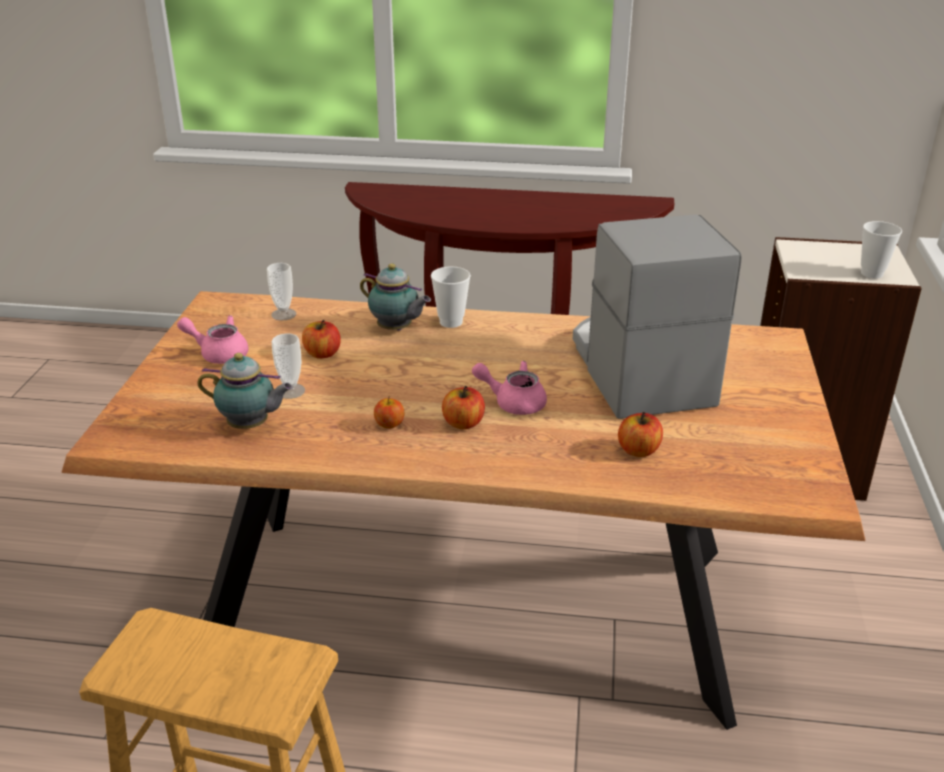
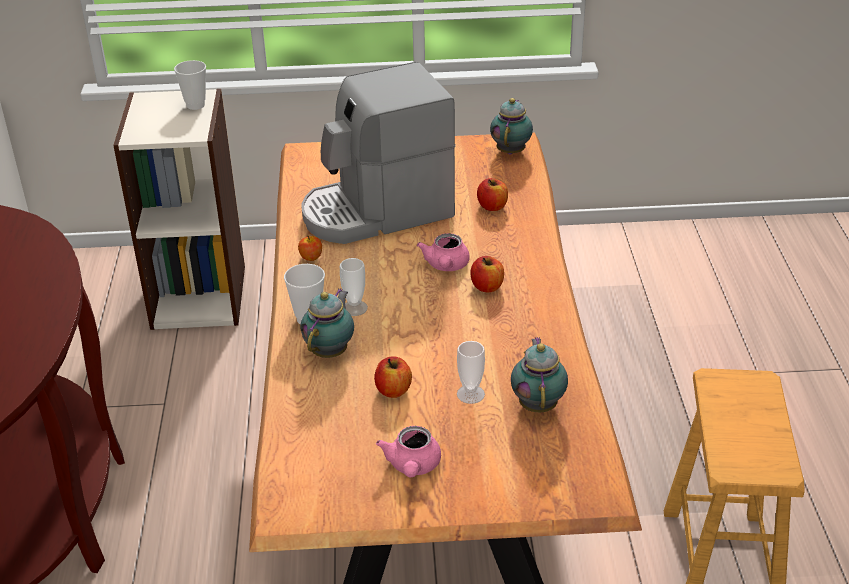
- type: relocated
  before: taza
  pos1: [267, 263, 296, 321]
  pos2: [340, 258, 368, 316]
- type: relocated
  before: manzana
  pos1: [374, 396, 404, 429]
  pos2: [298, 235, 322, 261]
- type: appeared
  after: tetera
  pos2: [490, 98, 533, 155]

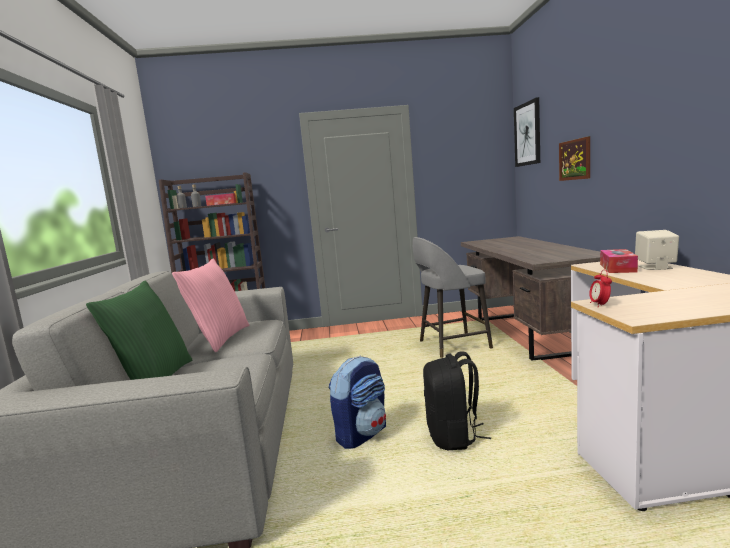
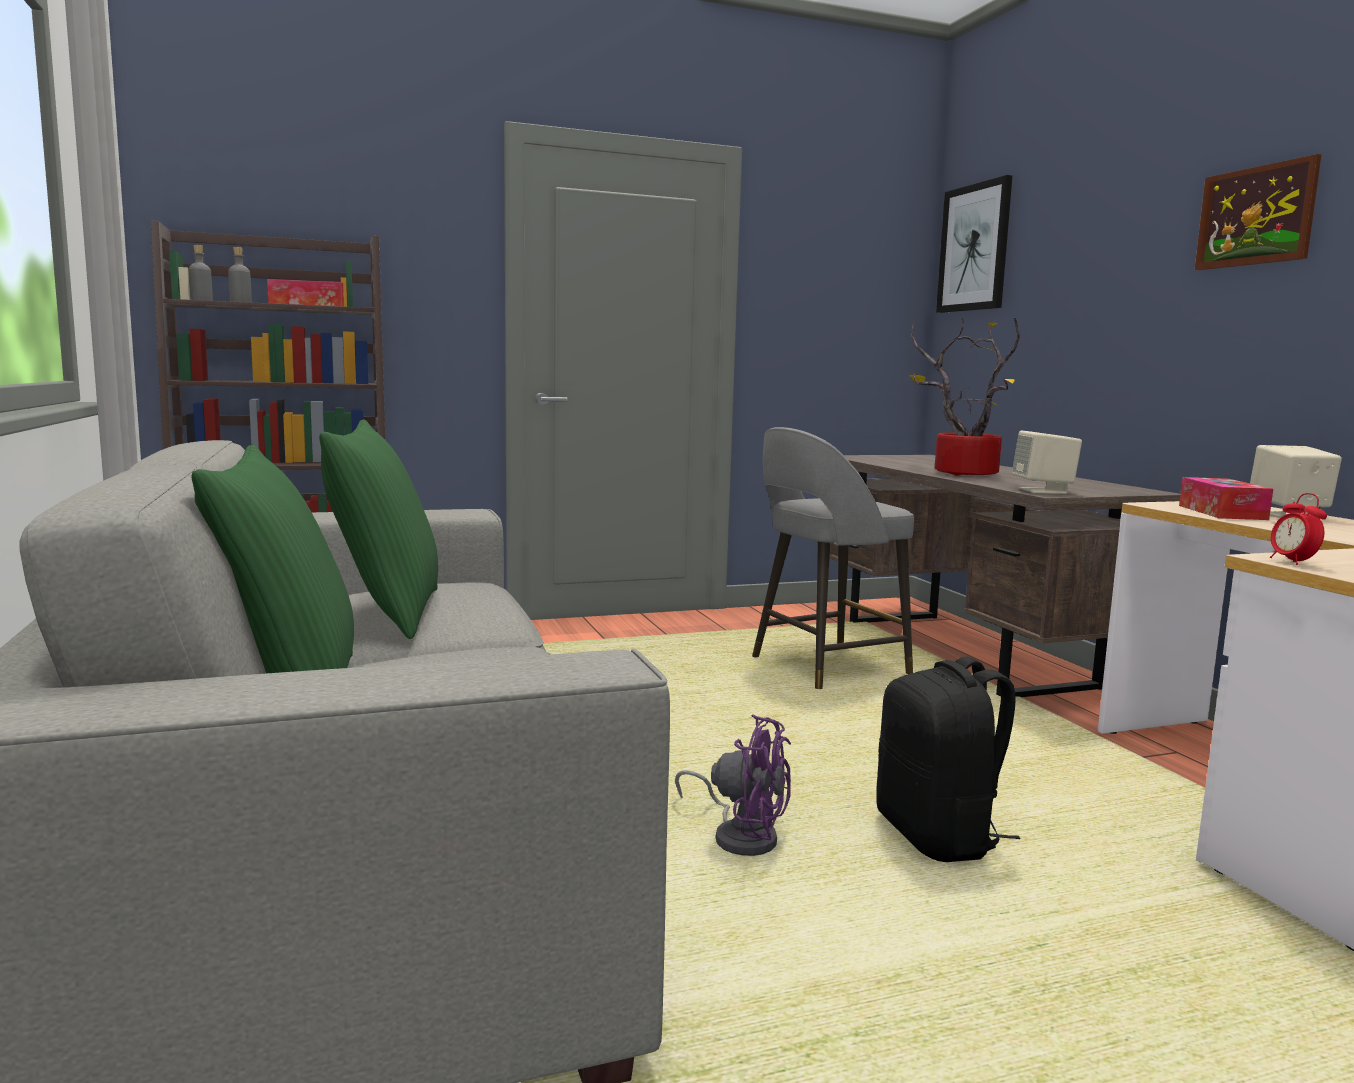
- type: relocated
  before: cuadro
  pos1: [559, 136, 590, 181]
  pos2: [1195, 154, 1321, 270]
- type: colour
  before: cojín/rosa
  after: cojín/verde
  pos1: [172, 258, 249, 352]
  pos2: [319, 419, 438, 639]
- type: exchanged
  before: mochila
  after: ventilador/morado
  pos1: [329, 356, 386, 449]
  pos2: [675, 714, 791, 856]
- type: appeared
  after: planta en maceta
  pos2: [909, 317, 1020, 476]
- type: appeared
  after: altavoz/beis
  pos2: [1012, 431, 1082, 494]

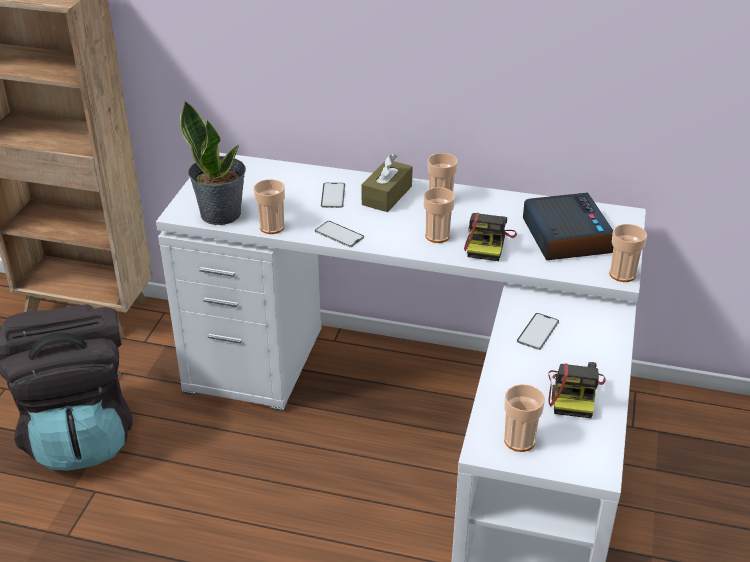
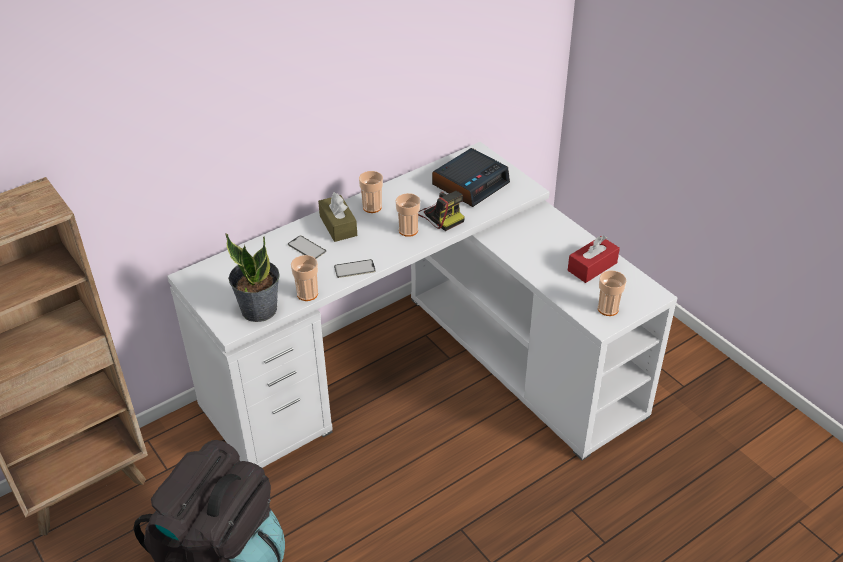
- type: spun
  before: despertador
  pos1: [523, 193, 614, 260]
  pos2: [432, 148, 510, 207]
  turn: 105
- type: missing
  before: taza
  pos1: [609, 224, 647, 282]
- type: missing
  before: móvil
  pos1: [517, 313, 559, 350]
- type: exchanged
  before: cámara
  after: caja de pañuelos/rojo
  pos1: [548, 362, 606, 418]
  pos2: [568, 235, 620, 283]

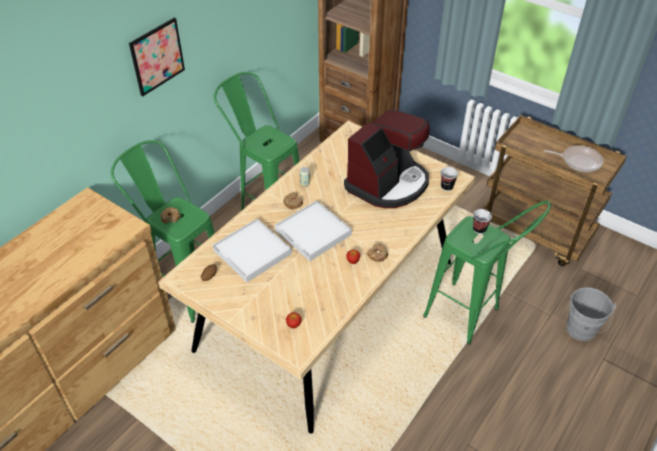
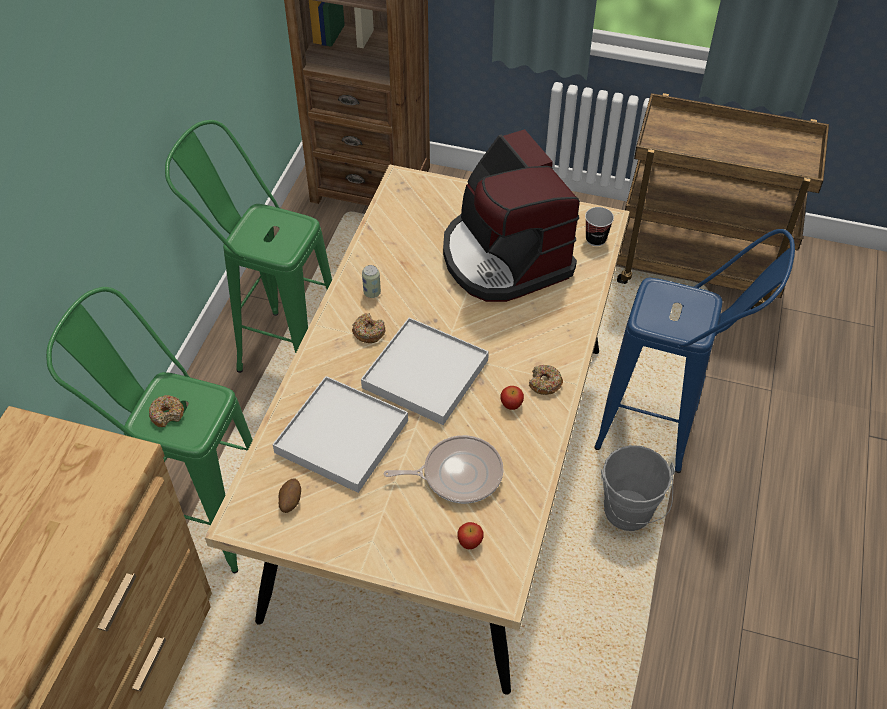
- type: missing
  before: cuadro
  pos1: [129, 18, 185, 96]
- type: spun
  before: cafetera
  pos1: [344, 110, 430, 208]
  pos2: [443, 129, 580, 302]
  turn: 135
- type: relocated
  before: sartén
  pos1: [544, 145, 604, 172]
  pos2: [384, 435, 503, 504]
- type: colour
  before: taburete/verde
  after: taburete/azul
  pos1: [423, 201, 551, 345]
  pos2: [594, 229, 795, 473]
- type: missing
  before: taza
  pos1: [473, 209, 492, 234]
- type: relocated
  before: cubo/gris
  pos1: [566, 287, 616, 341]
  pos2: [601, 445, 675, 531]

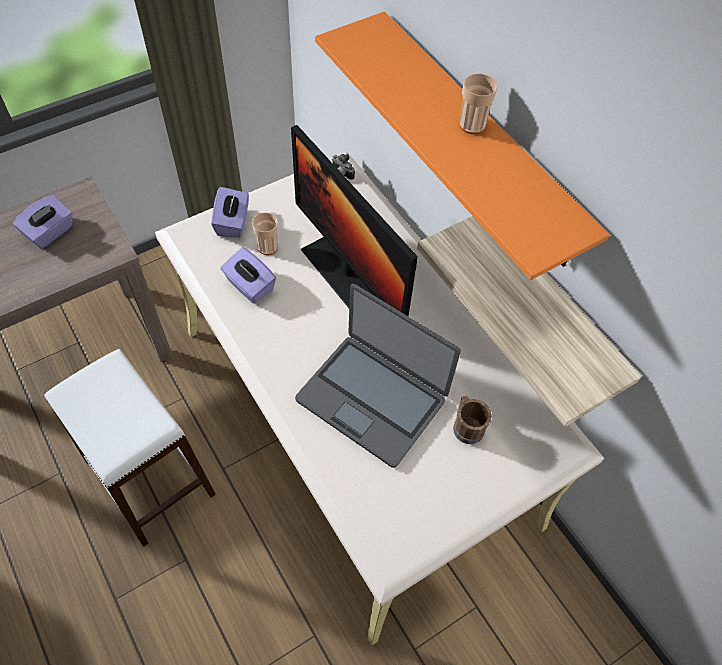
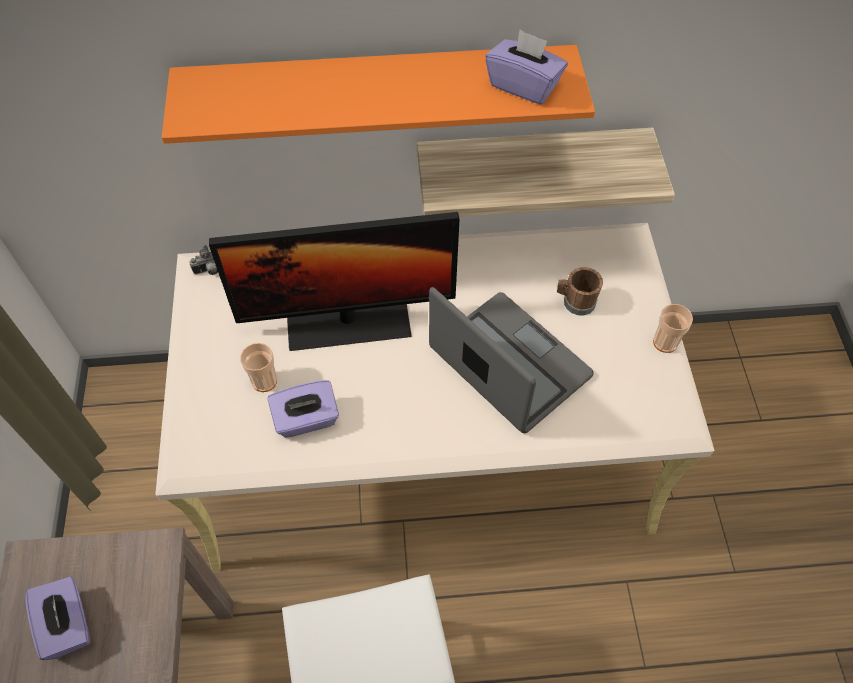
- type: relocated
  before: taza
  pos1: [459, 73, 498, 134]
  pos2: [653, 304, 693, 353]
- type: relocated
  before: caja de pañuelos/morado
  pos1: [211, 187, 249, 238]
  pos2: [485, 30, 568, 105]
- type: spun
  before: portátil
  pos1: [295, 284, 461, 468]
  pos2: [429, 287, 594, 433]
  turn: -105

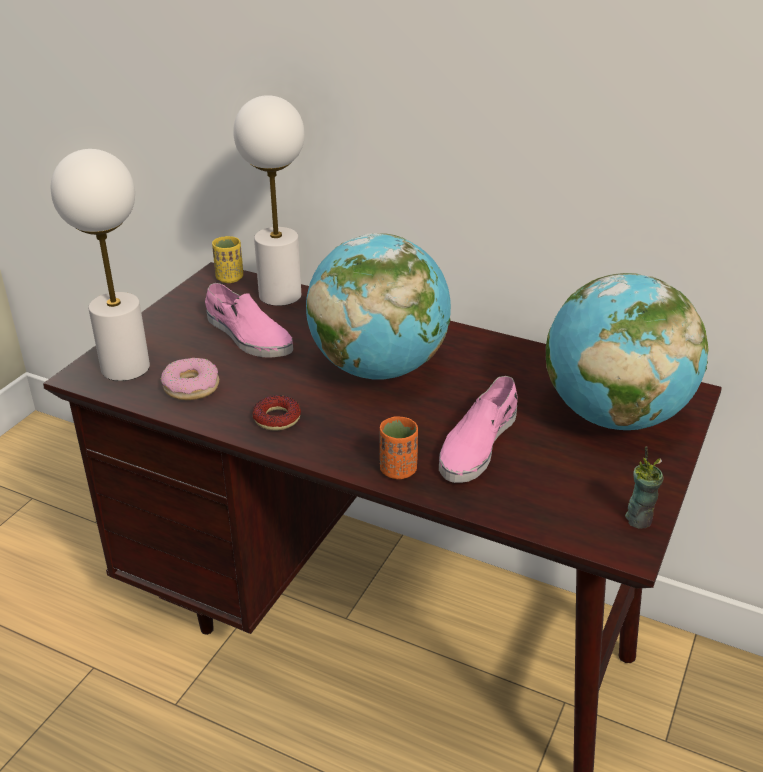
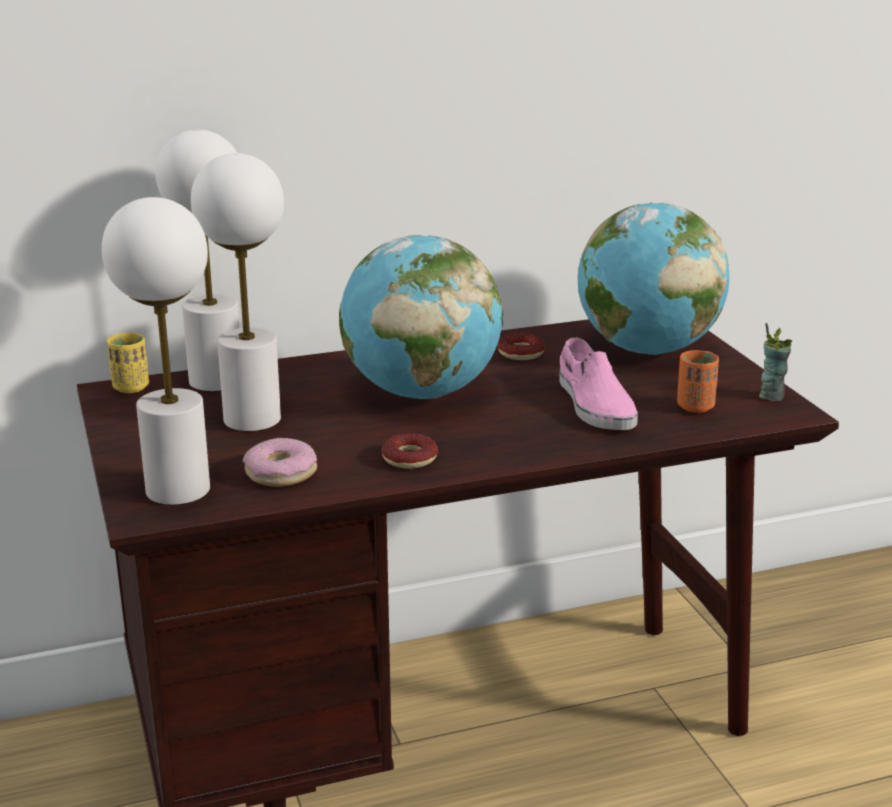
- type: exchanged
  before: zapato/rosa
  after: lámpara de mesa/blanco
  pos1: [205, 283, 293, 358]
  pos2: [191, 153, 284, 432]
- type: relocated
  before: taza/naranja
  pos1: [380, 416, 418, 479]
  pos2: [677, 350, 719, 413]
- type: appeared
  after: rosquilla
  pos2: [498, 333, 545, 360]

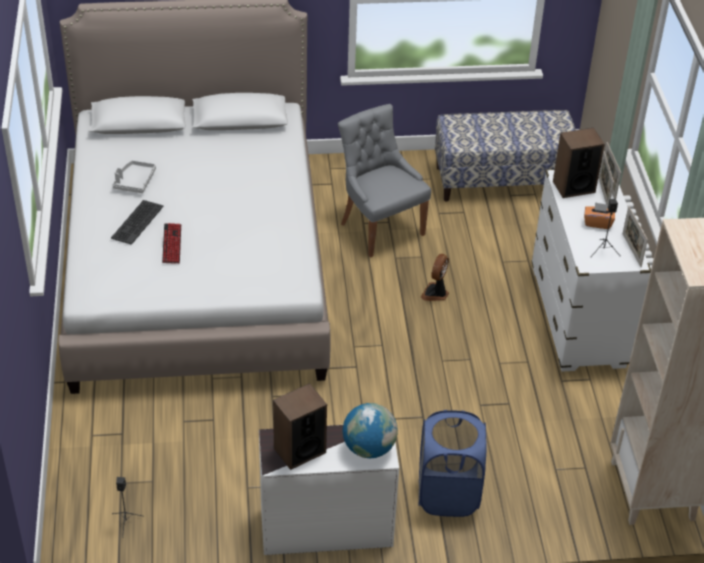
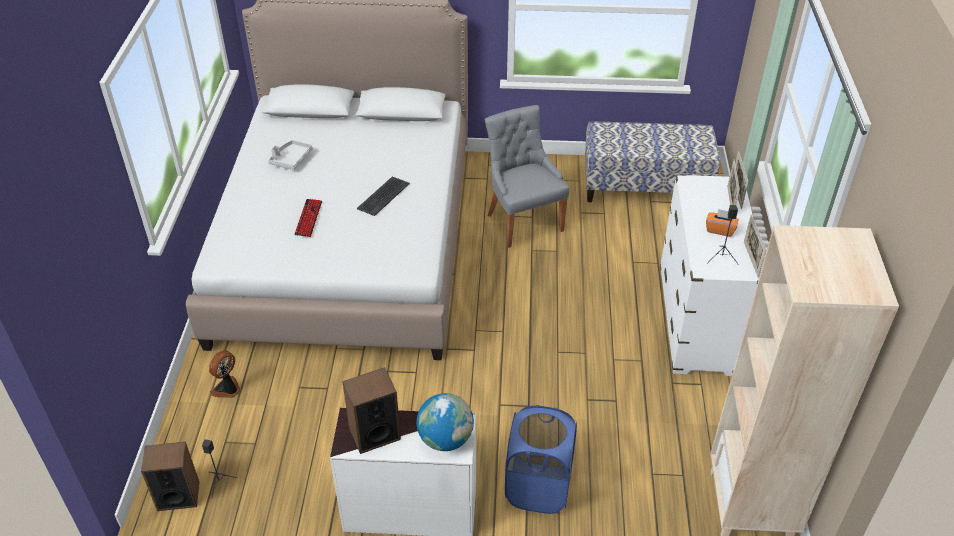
- type: relocated
  before: altavoz
  pos1: [553, 128, 605, 198]
  pos2: [141, 442, 199, 511]
- type: relocated
  before: teclado
  pos1: [111, 200, 163, 245]
  pos2: [357, 176, 410, 216]
- type: relocated
  before: ventilador
  pos1: [421, 254, 449, 301]
  pos2: [209, 350, 241, 398]

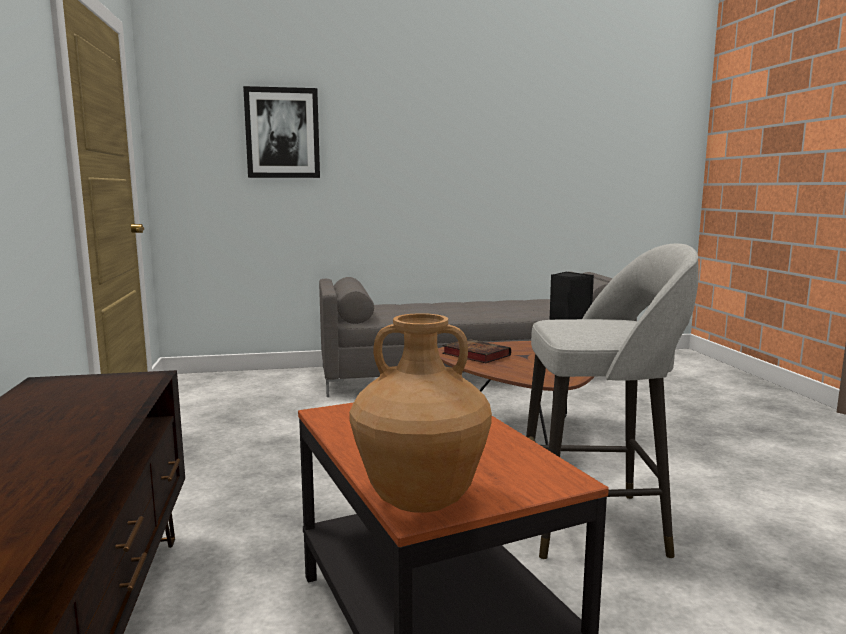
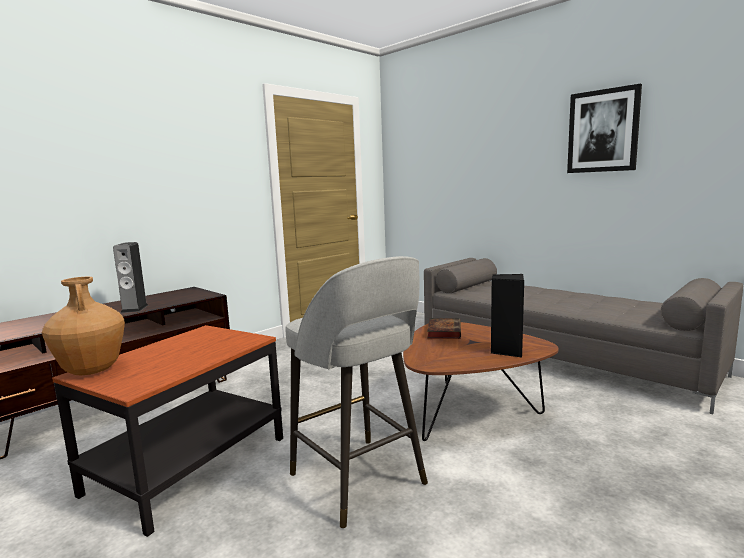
- type: relocated
  before: cuadro
  pos1: [243, 86, 320, 178]
  pos2: [567, 83, 642, 173]
- type: appeared
  after: altavoz
  pos2: [113, 242, 148, 313]

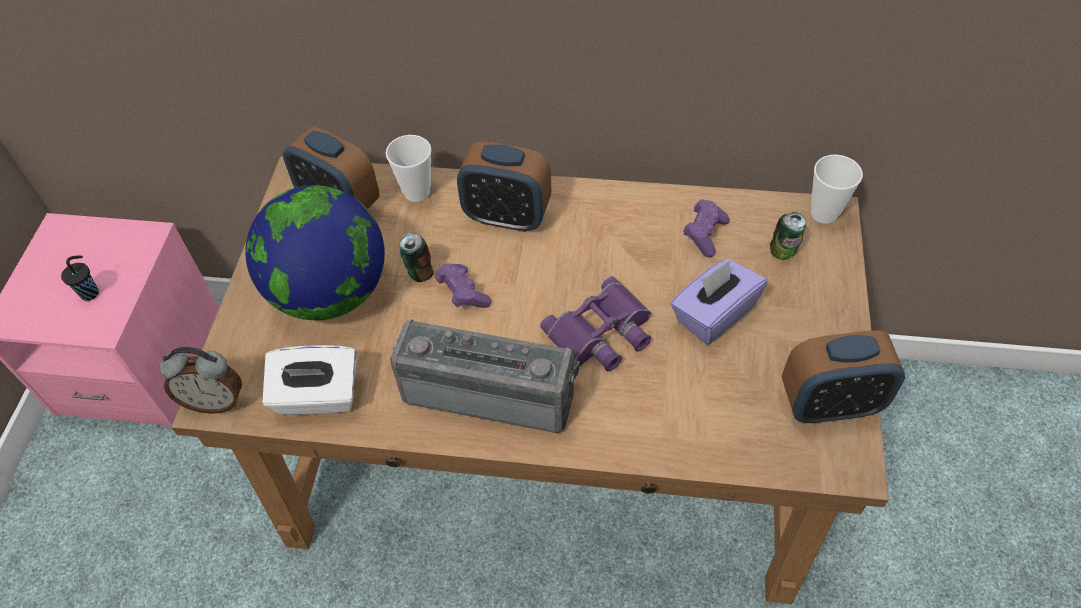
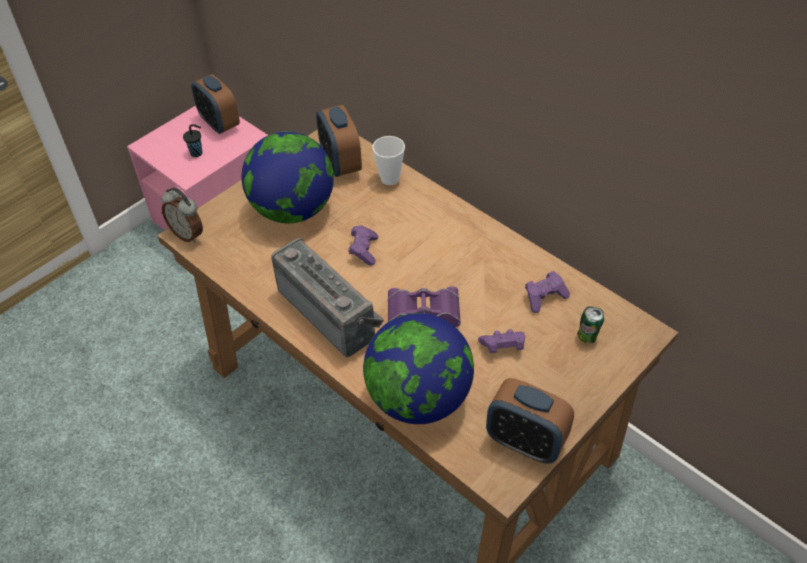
- type: relocated
  before: despertador
  pos1: [457, 142, 551, 232]
  pos2: [191, 74, 240, 134]
- type: missing
  before: taza
  pos1: [811, 155, 863, 224]
- type: missing
  before: lata
  pos1: [400, 232, 433, 282]
- type: exchanged
  before: caja de pañuelos/morado
  after: mando de consola/morado
  pos1: [671, 259, 767, 345]
  pos2: [478, 329, 525, 353]
- type: missing
  before: caja de pañuelos/blanco
  pos1: [263, 345, 356, 415]
- type: appeared
  after: globo terráqueo
  pos2: [363, 313, 474, 424]

